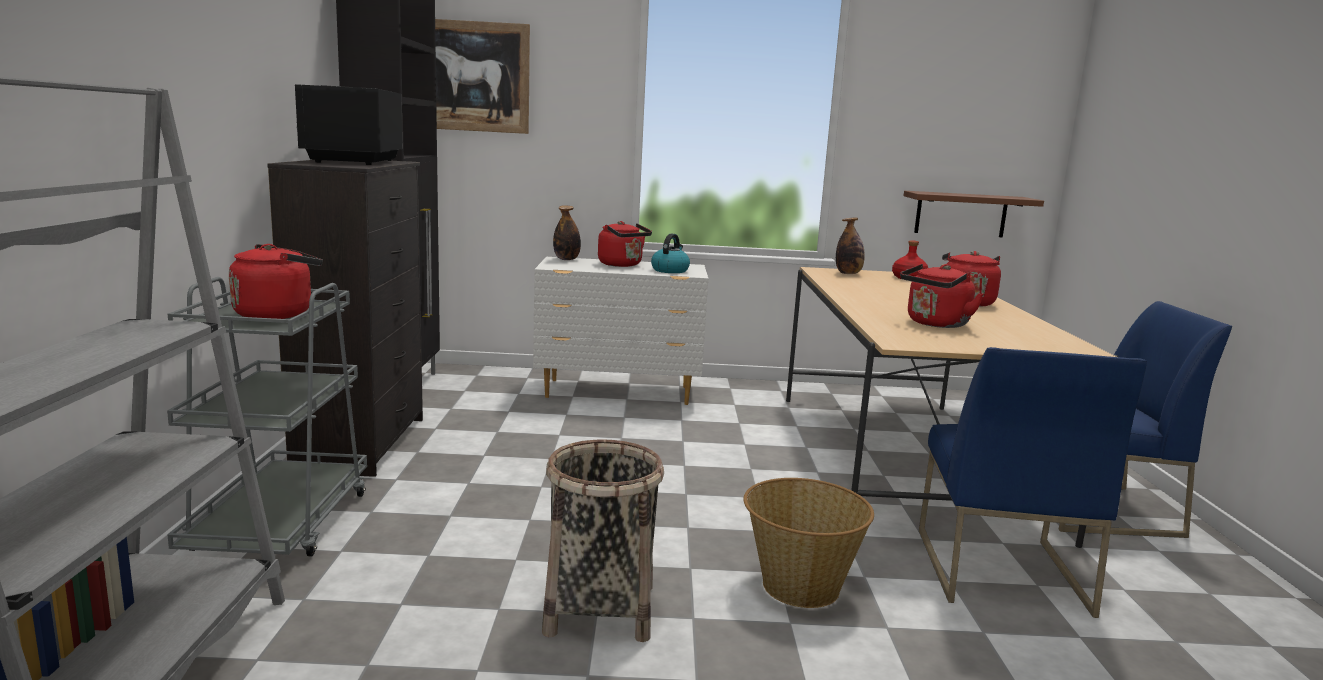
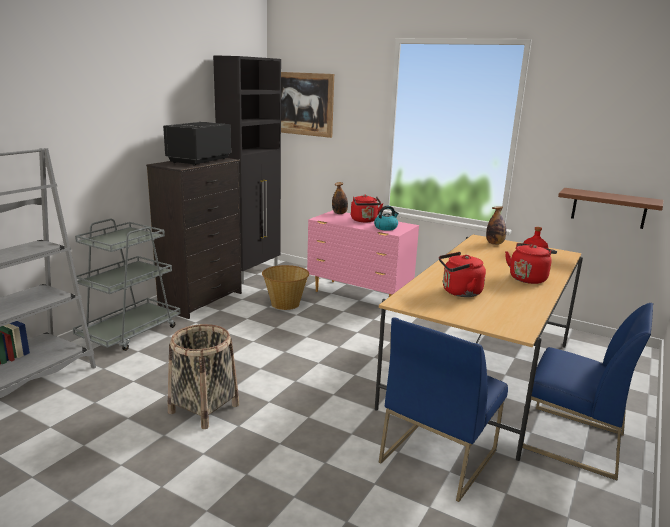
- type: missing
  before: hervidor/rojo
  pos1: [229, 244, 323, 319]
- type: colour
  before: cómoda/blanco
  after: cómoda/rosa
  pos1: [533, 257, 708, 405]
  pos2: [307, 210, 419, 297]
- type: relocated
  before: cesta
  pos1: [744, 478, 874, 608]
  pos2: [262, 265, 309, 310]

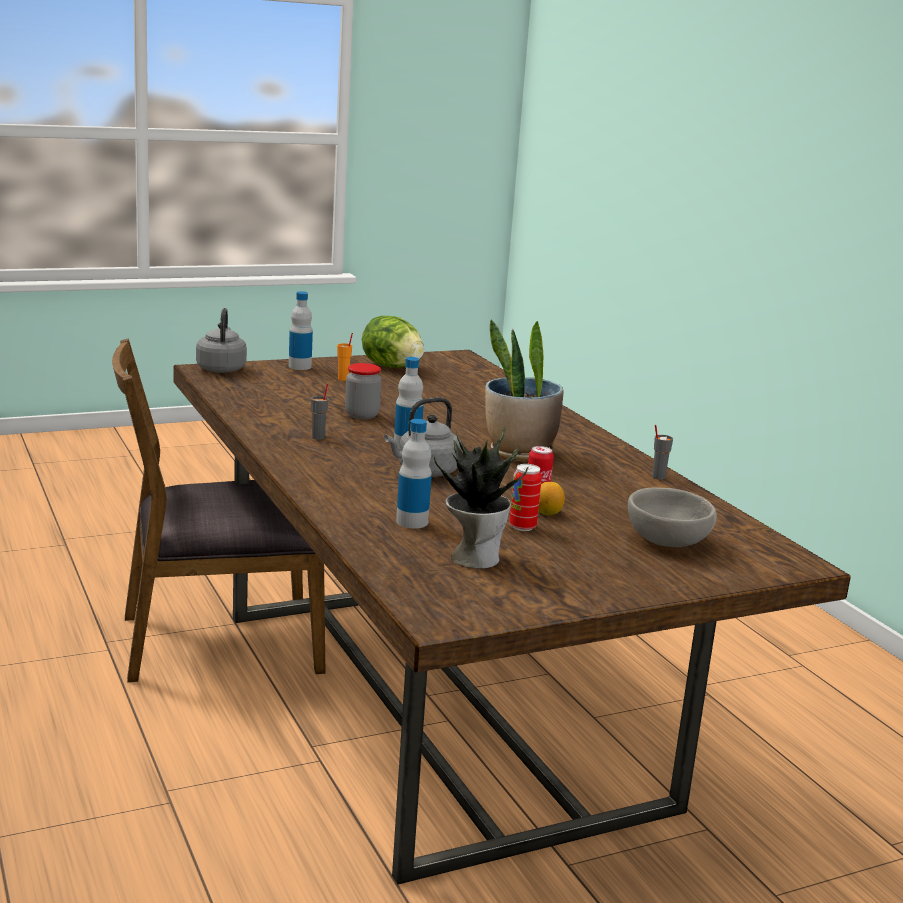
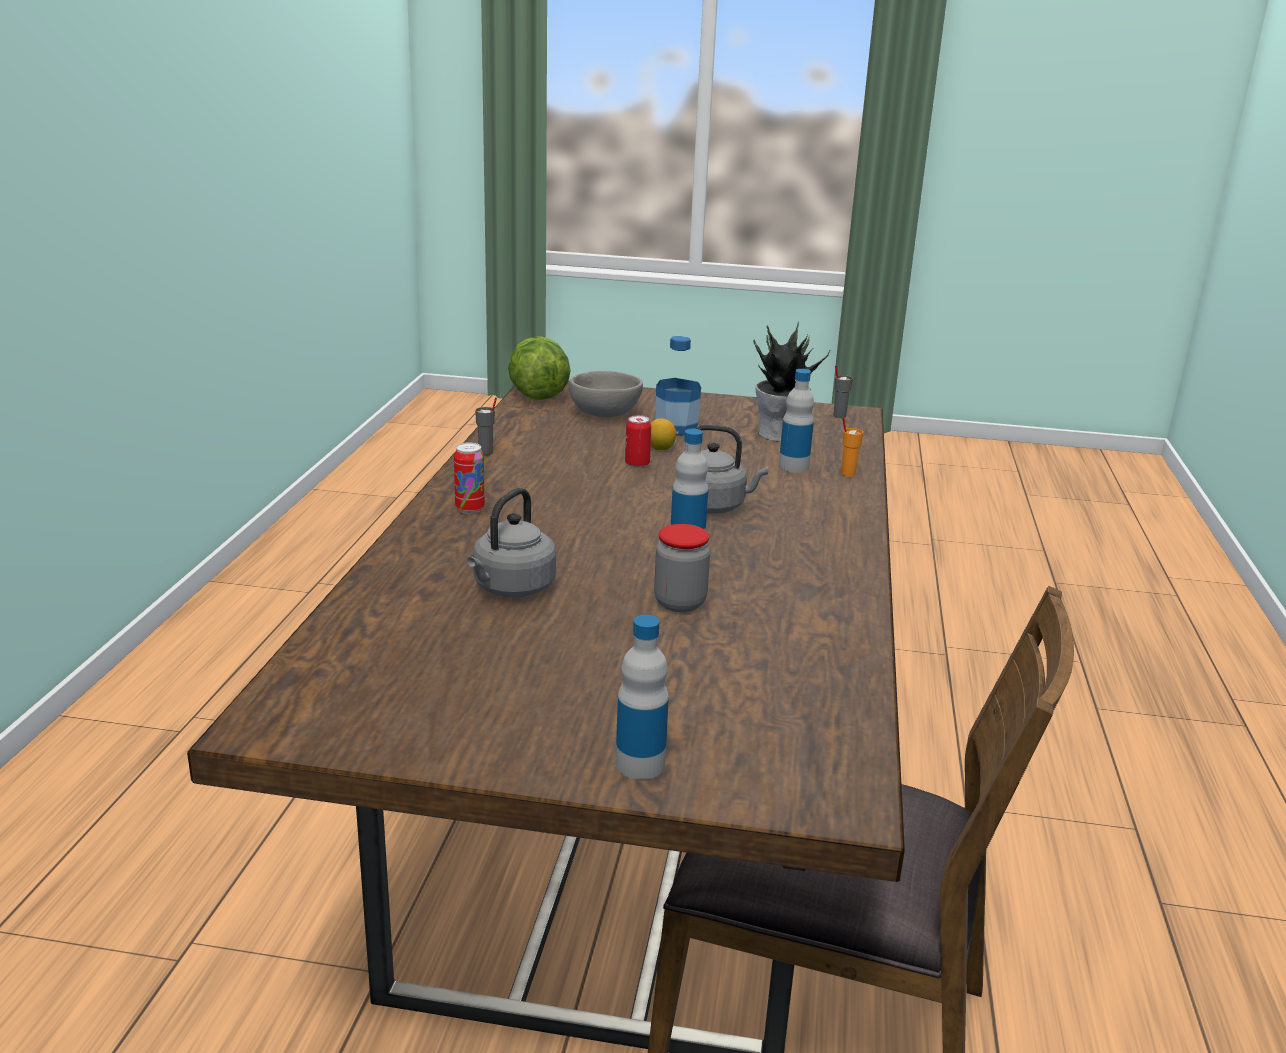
- type: relocated
  before: hervidor/gris
  pos1: [196, 308, 247, 373]
  pos2: [467, 488, 556, 597]
- type: relocated
  before: lechuga
  pos1: [362, 316, 424, 368]
  pos2: [508, 336, 570, 400]
- type: missing
  before: planta en maceta
  pos1: [485, 319, 563, 461]
- type: relocated
  before: taza/naranja
  pos1: [337, 333, 353, 381]
  pos2: [841, 417, 863, 477]
- type: relocated
  before: taza/gris
  pos1: [311, 384, 329, 440]
  pos2: [833, 365, 853, 418]
- type: relocated
  before: lata
  pos1: [509, 464, 542, 531]
  pos2: [454, 442, 485, 514]
- type: appeared
  after: botella
  pos2: [656, 336, 701, 436]

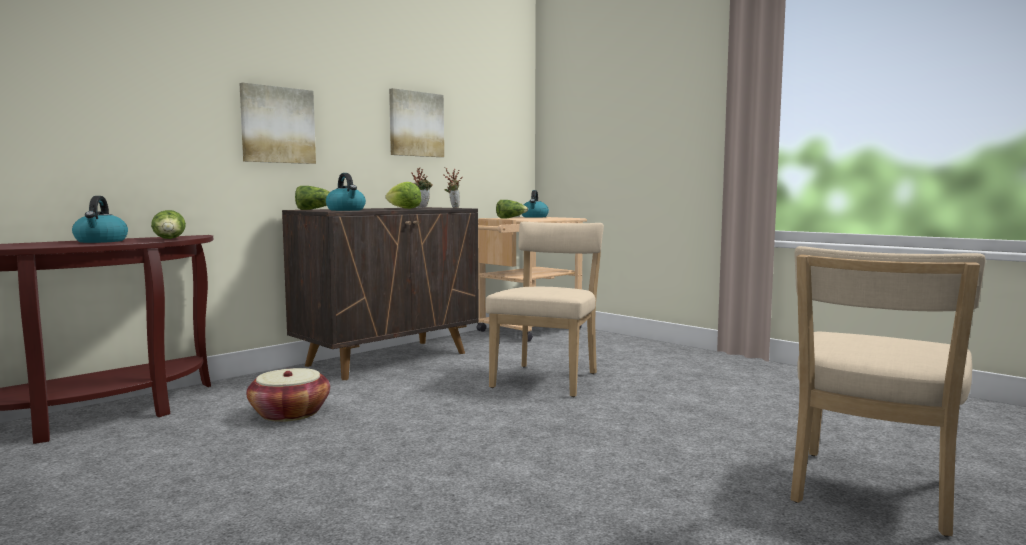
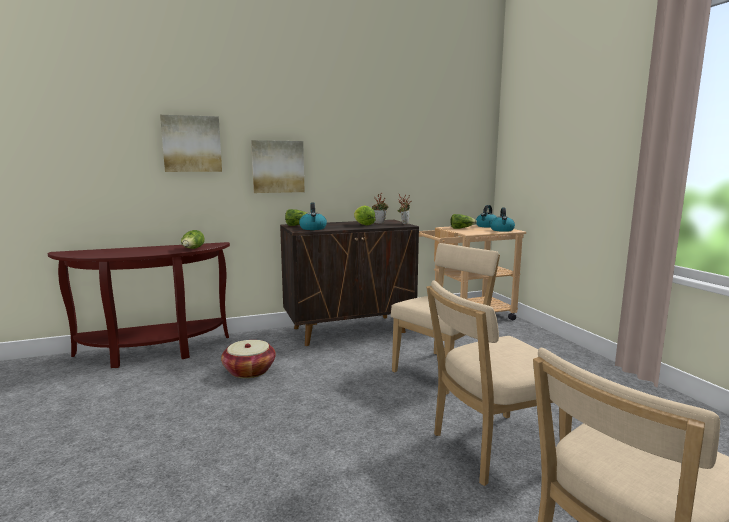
- type: relocated
  before: cuadro
  pos1: [389, 88, 444, 157]
  pos2: [160, 115, 222, 172]
- type: relocated
  before: hervidor
  pos1: [72, 196, 128, 243]
  pos2: [490, 208, 515, 232]
- type: appeared
  after: silla/beis
  pos2: [426, 280, 572, 486]

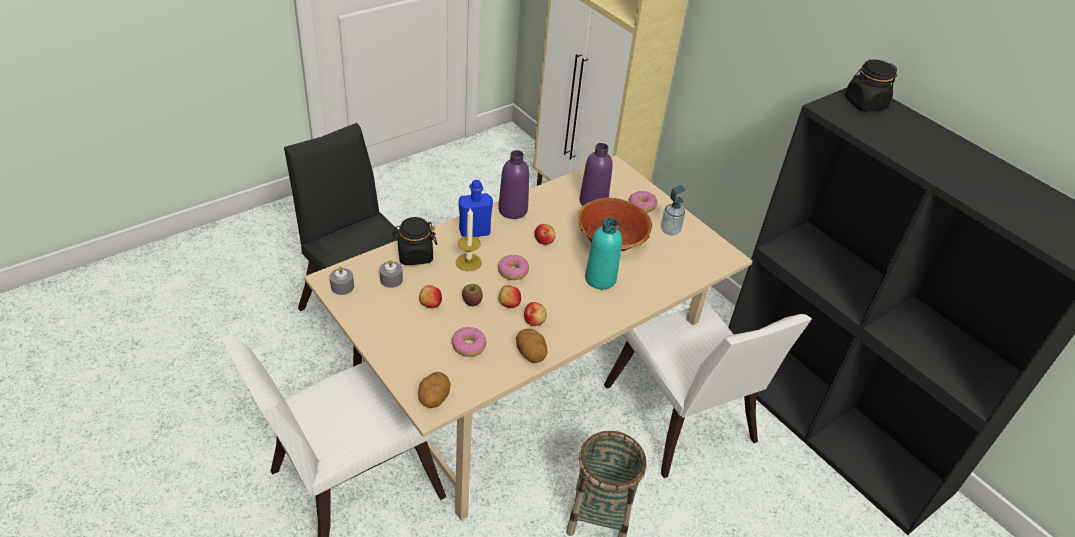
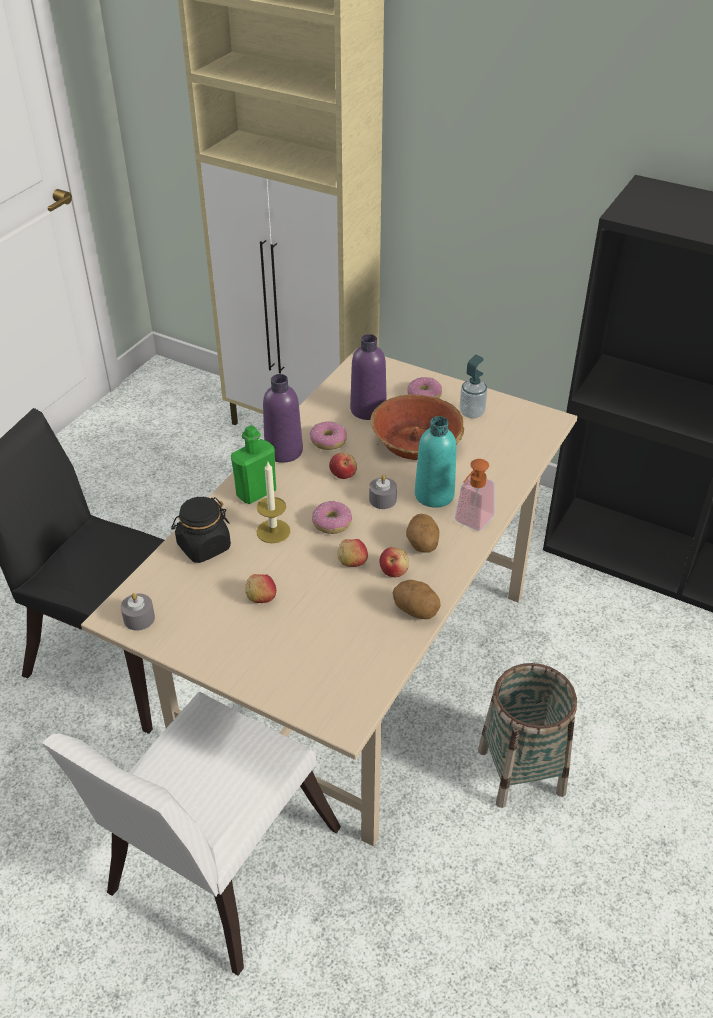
- type: missing
  before: tarro/negro
  pos1: [845, 59, 897, 112]
- type: colour
  before: botella/azul
  after: botella/verde
  pos1: [458, 180, 493, 237]
  pos2: [231, 425, 276, 504]
- type: relocated
  before: vela/gris
  pos1: [379, 260, 403, 288]
  pos2: [369, 475, 397, 509]
- type: missing
  before: manzana
  pos1: [462, 284, 483, 306]
- type: missing
  before: silla/blanco
  pos1: [604, 303, 812, 478]
- type: relocated
  before: rosquilla
  pos1: [452, 327, 487, 357]
  pos2: [310, 421, 347, 450]
- type: relocated
  before: patata
  pos1: [418, 372, 450, 408]
  pos2: [406, 514, 439, 553]
- type: appeared
  after: dispensador de jabón
  pos2: [455, 459, 495, 531]

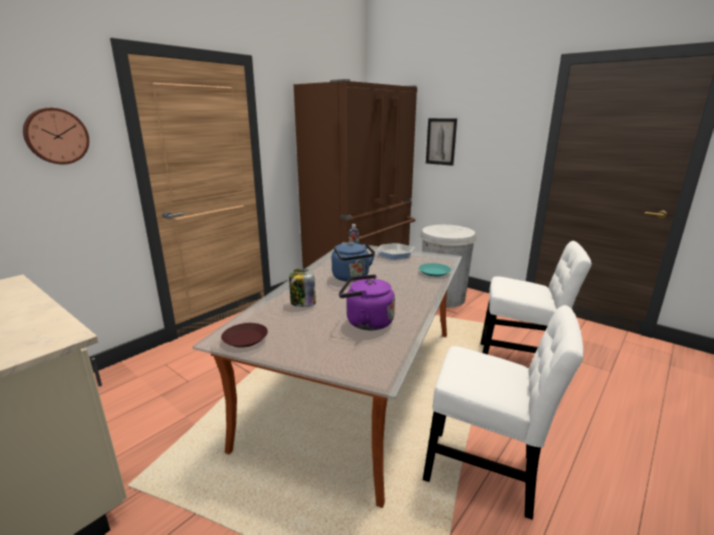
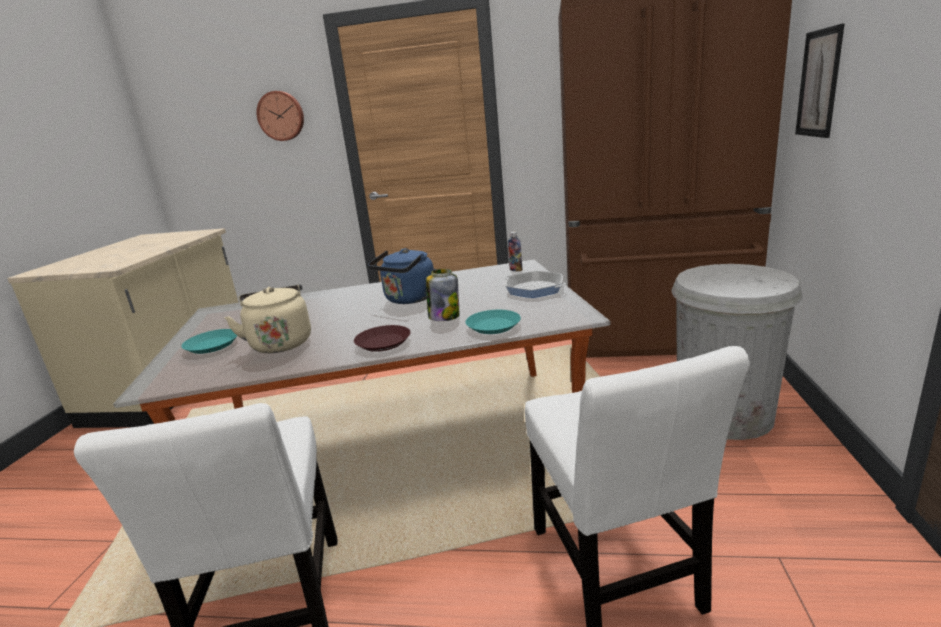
- type: relocated
  before: tarro
  pos1: [289, 268, 316, 307]
  pos2: [426, 269, 459, 321]
- type: colour
  before: hervidor/morado
  after: hervidor/beis
  pos1: [339, 274, 395, 330]
  pos2: [224, 284, 311, 353]
- type: relocated
  before: plato/marrón
  pos1: [221, 323, 268, 348]
  pos2: [354, 325, 411, 352]
- type: appeared
  after: plato/turquesa
  pos2: [181, 329, 237, 354]

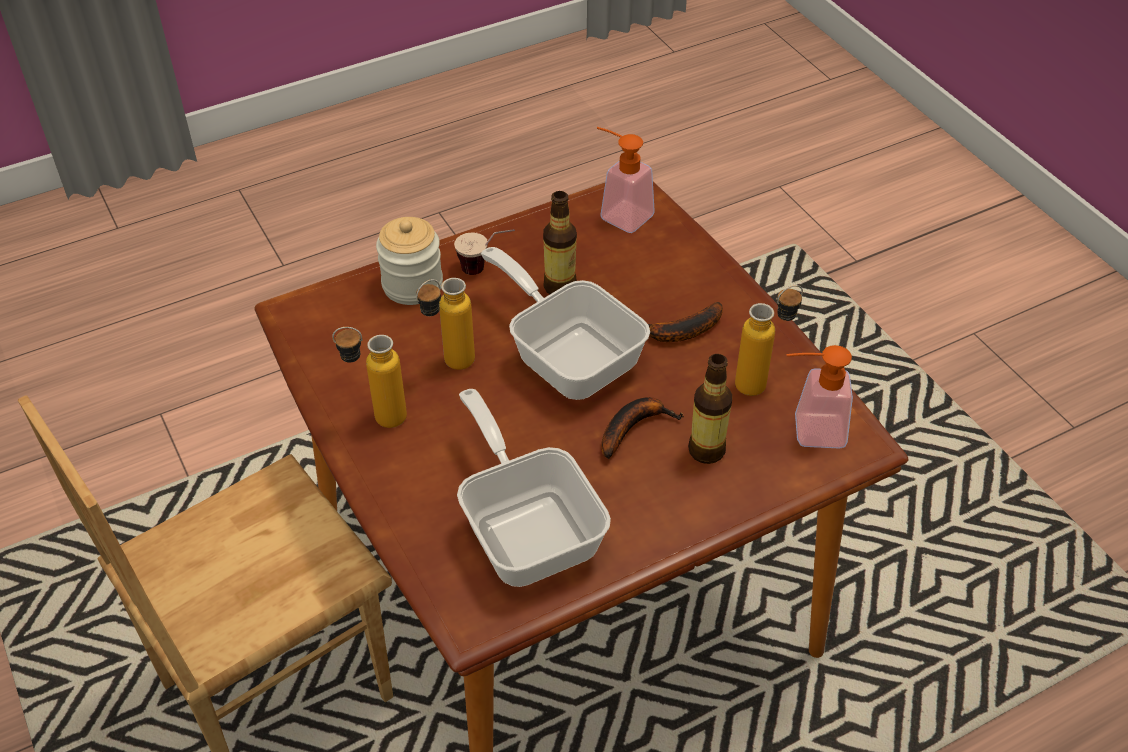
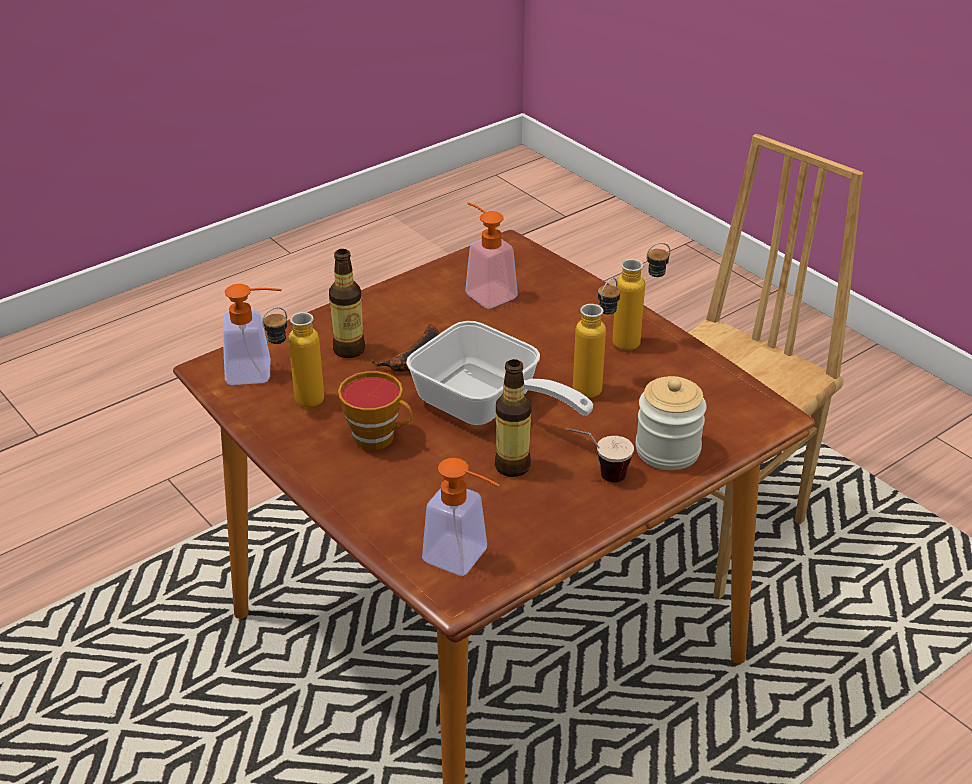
- type: exchanged
  before: plátano
  after: taza
  pos1: [648, 302, 723, 342]
  pos2: [338, 371, 412, 450]
- type: exchanged
  before: sartén
  after: dispensador de jabón
  pos1: [457, 389, 611, 587]
  pos2: [465, 202, 518, 309]

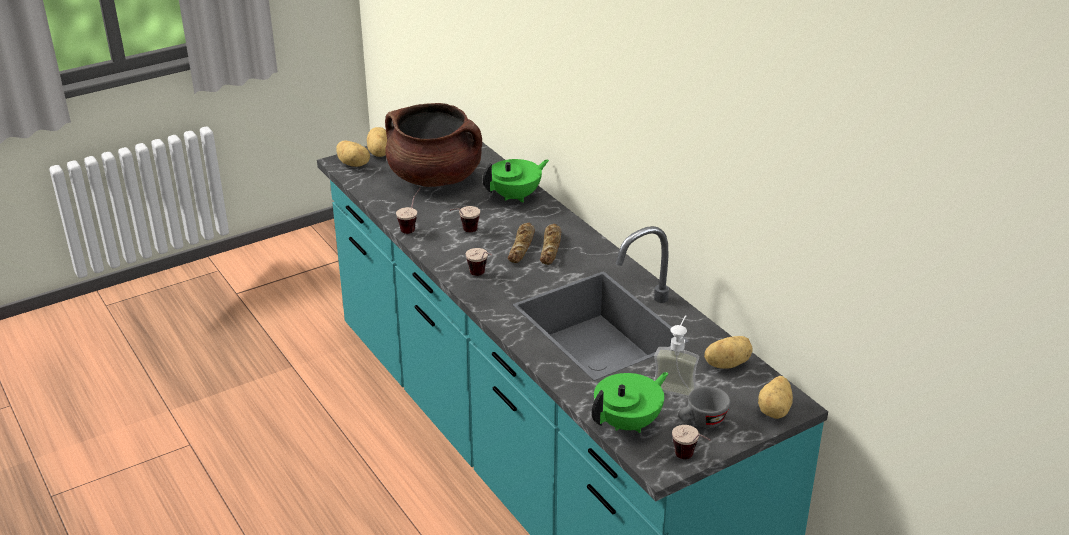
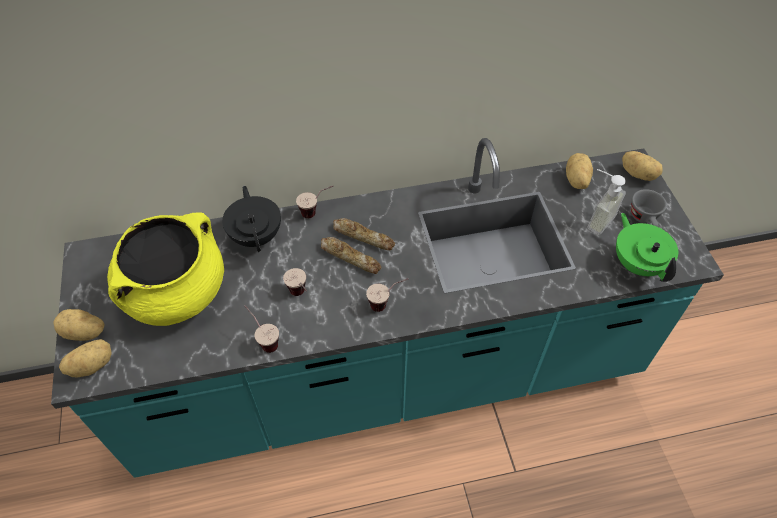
- type: colour
  before: olla/marrón
  after: olla/amarillo
  pos1: [385, 103, 482, 187]
  pos2: [107, 212, 224, 326]
- type: colour
  before: tetera/verde
  after: tetera/negro
  pos1: [483, 159, 549, 203]
  pos2: [222, 186, 281, 252]
- type: relocated
  before: taza
  pos1: [672, 425, 711, 459]
  pos2: [296, 186, 333, 219]

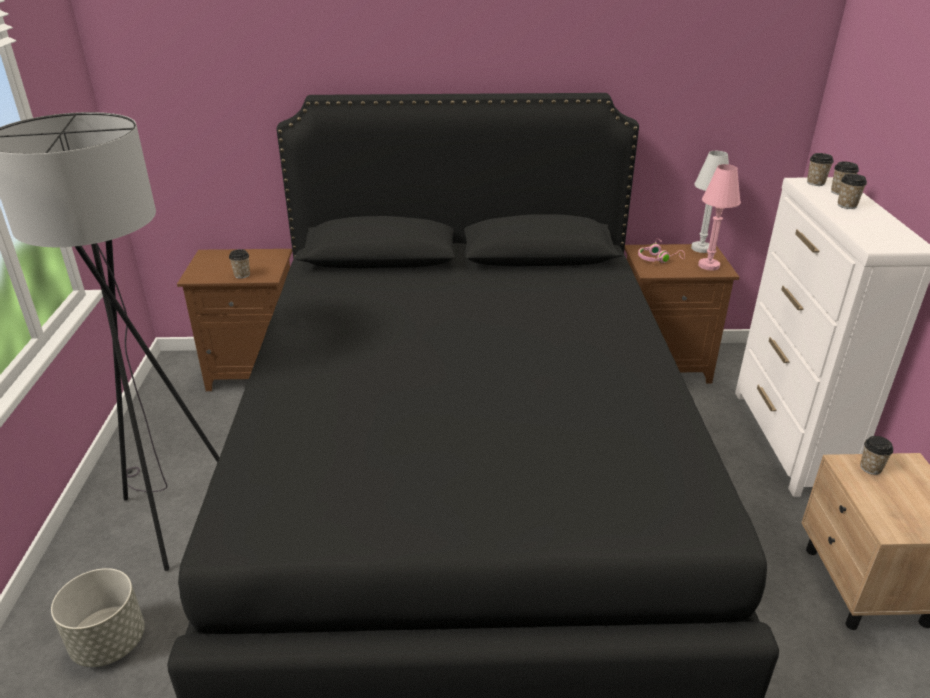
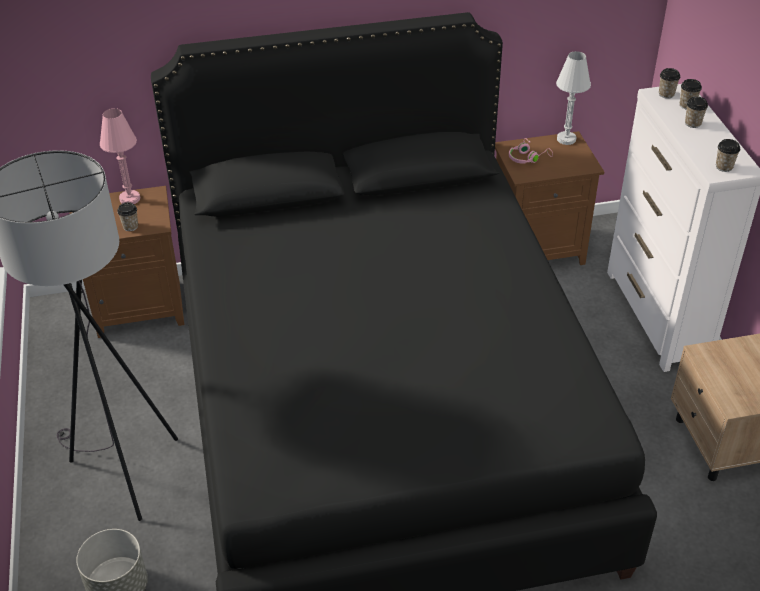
- type: relocated
  before: lámpara de mesa/rosa
  pos1: [698, 164, 741, 271]
  pos2: [100, 108, 140, 204]
- type: relocated
  before: taza
  pos1: [860, 436, 893, 475]
  pos2: [716, 139, 740, 172]

